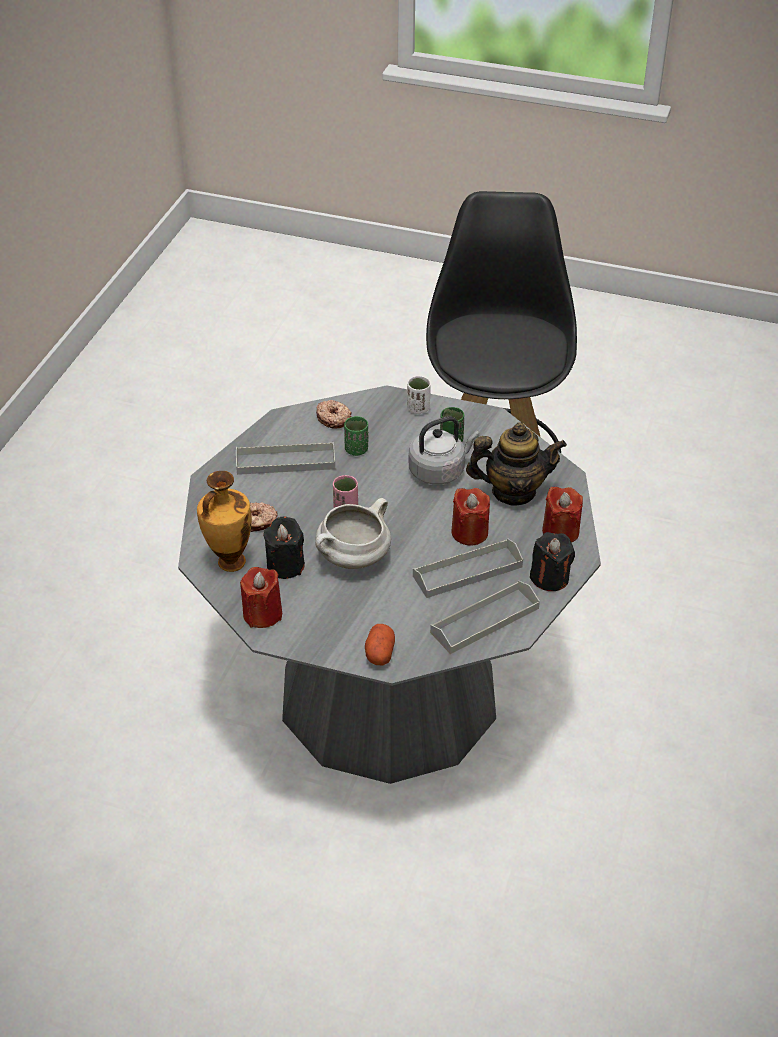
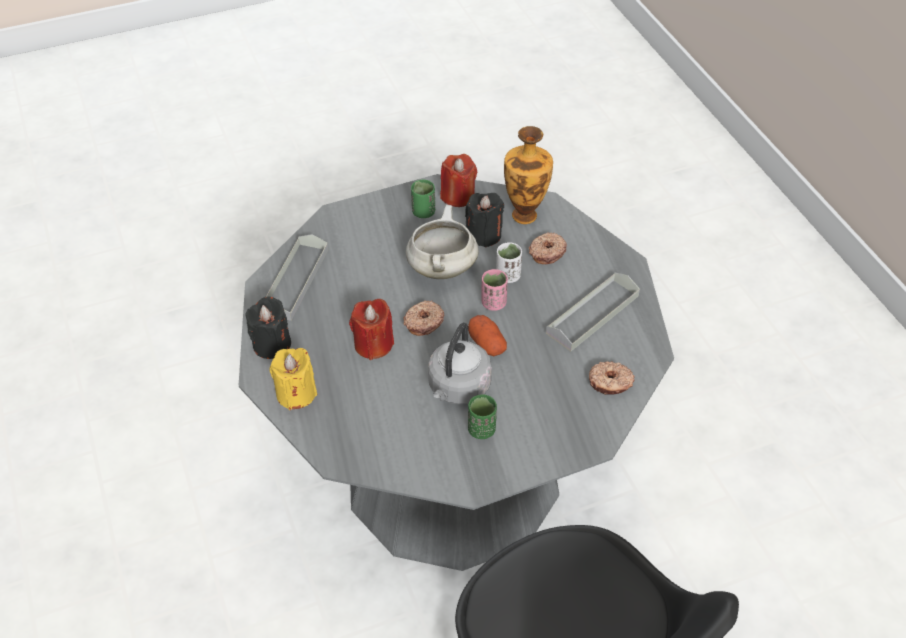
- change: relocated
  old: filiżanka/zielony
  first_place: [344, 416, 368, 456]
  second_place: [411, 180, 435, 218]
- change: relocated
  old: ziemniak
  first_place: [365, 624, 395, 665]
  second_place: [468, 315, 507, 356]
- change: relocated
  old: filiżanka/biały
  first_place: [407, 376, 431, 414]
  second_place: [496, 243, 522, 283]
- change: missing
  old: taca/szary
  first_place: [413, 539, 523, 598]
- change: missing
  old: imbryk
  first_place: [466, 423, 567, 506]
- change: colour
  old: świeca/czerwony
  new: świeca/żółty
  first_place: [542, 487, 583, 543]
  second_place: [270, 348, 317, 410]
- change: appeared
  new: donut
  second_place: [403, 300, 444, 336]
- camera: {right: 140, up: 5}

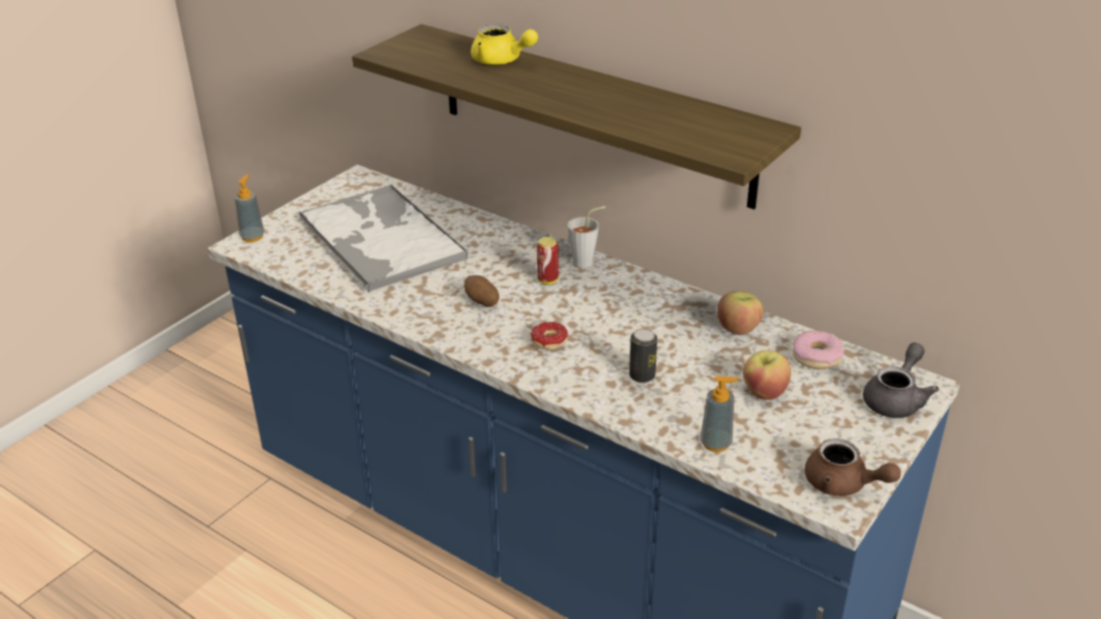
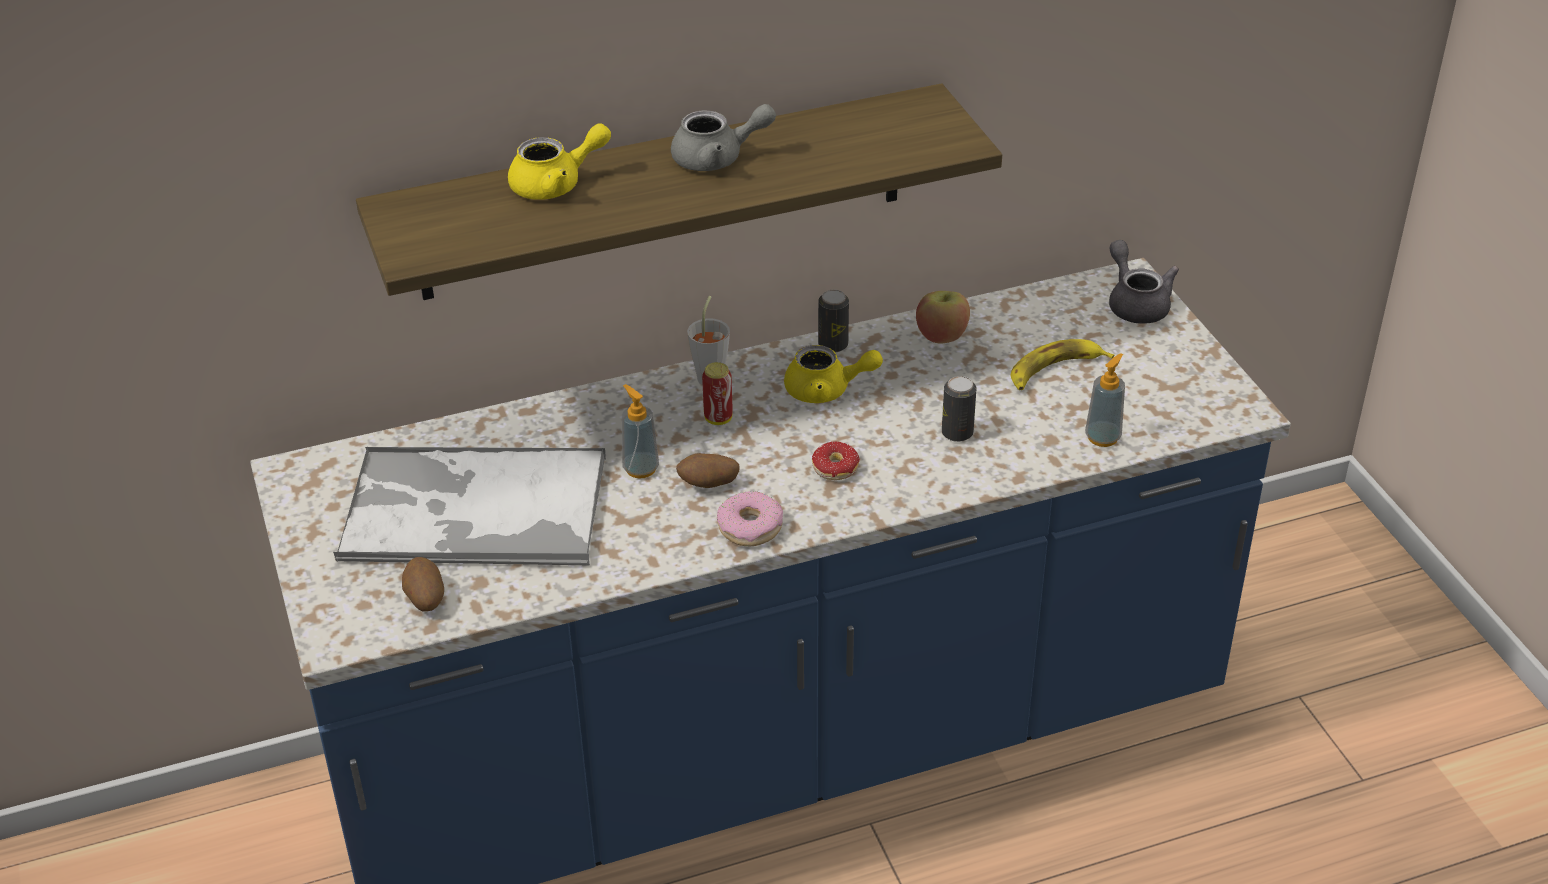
- change: relocated
  old: dozownik mydła
  first_place: [234, 174, 265, 242]
  second_place: [622, 384, 659, 478]
- change: exchanged
  old: jabłko
  new: banan
  first_place: [743, 350, 791, 400]
  second_place: [1011, 339, 1114, 390]
- change: relocated
  old: donut
  first_place: [792, 330, 844, 369]
  second_place: [717, 491, 783, 546]
- change: missing
  old: imbryk/brązowy
  first_place: [805, 438, 901, 496]
- change: appeared
  new: ziemniak
  second_place: [402, 557, 444, 612]
- change: appeared
  new: imbryk/szary
  second_place: [671, 104, 776, 171]
- change: appeared
  new: imbryk/żółty
  second_place: [784, 345, 883, 403]
- change: appeared
  new: puszka
  second_place: [818, 290, 849, 353]
- camera: {right: -55, up: 5}

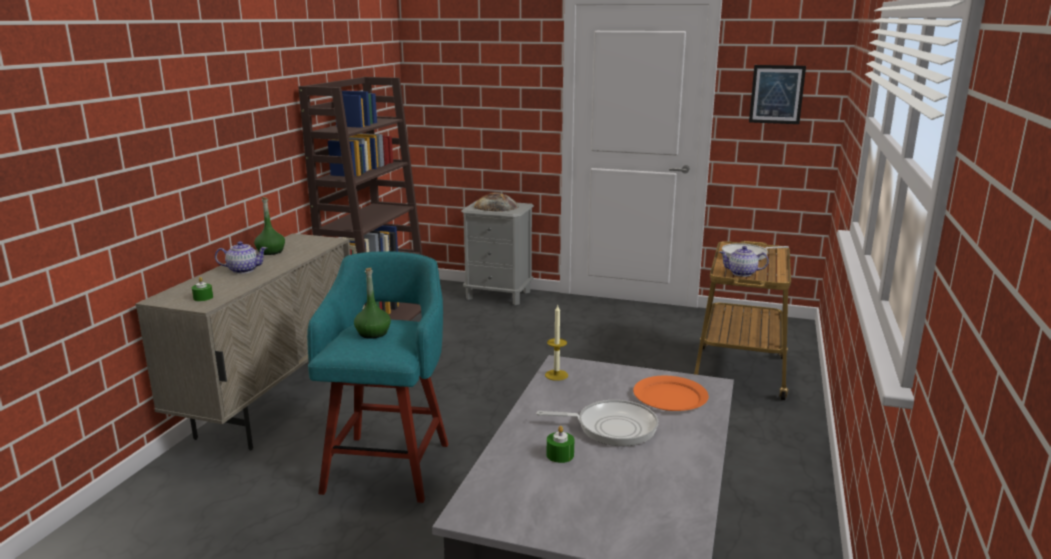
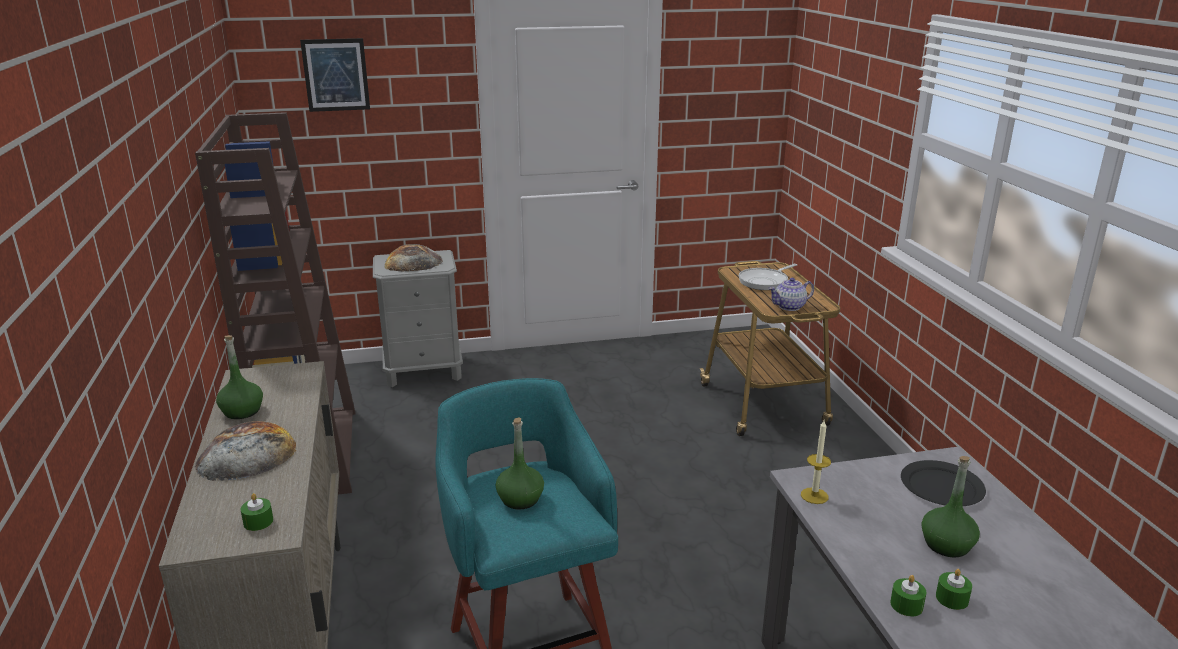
- change: exchanged
  old: imbryk
  new: chleb
  first_place: [215, 241, 267, 274]
  second_place: [195, 421, 296, 481]
- change: exchanged
  old: patelnia
  new: butelka/zielony
  first_place: [536, 400, 658, 446]
  second_place: [921, 456, 980, 557]
- change: colour
  old: talerz/pomarańczowy
  new: talerz/czarny
  first_place: [633, 376, 709, 411]
  second_place: [901, 460, 986, 506]
- change: relocated
  old: obraz
  first_place: [749, 65, 806, 124]
  second_place: [300, 38, 370, 112]
- change: appeared
  new: świeca/zielony
  second_place: [890, 575, 926, 616]
- camera: {right: -30, up: 5}

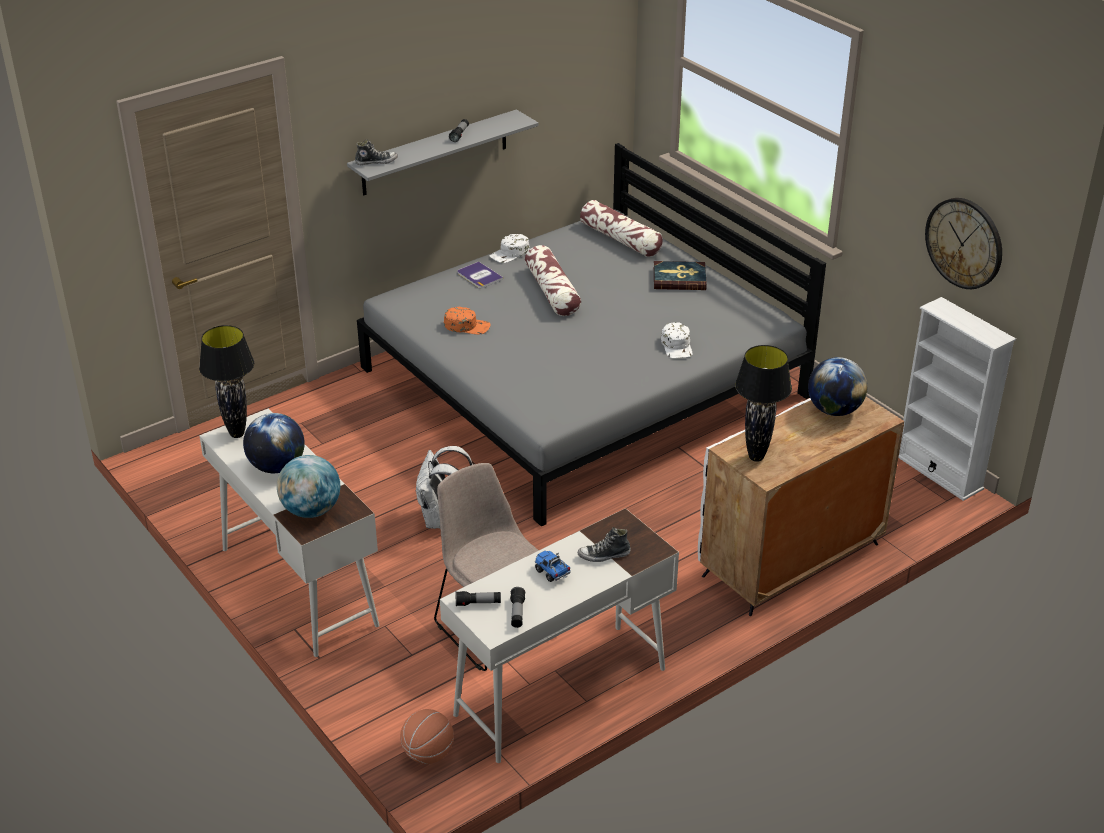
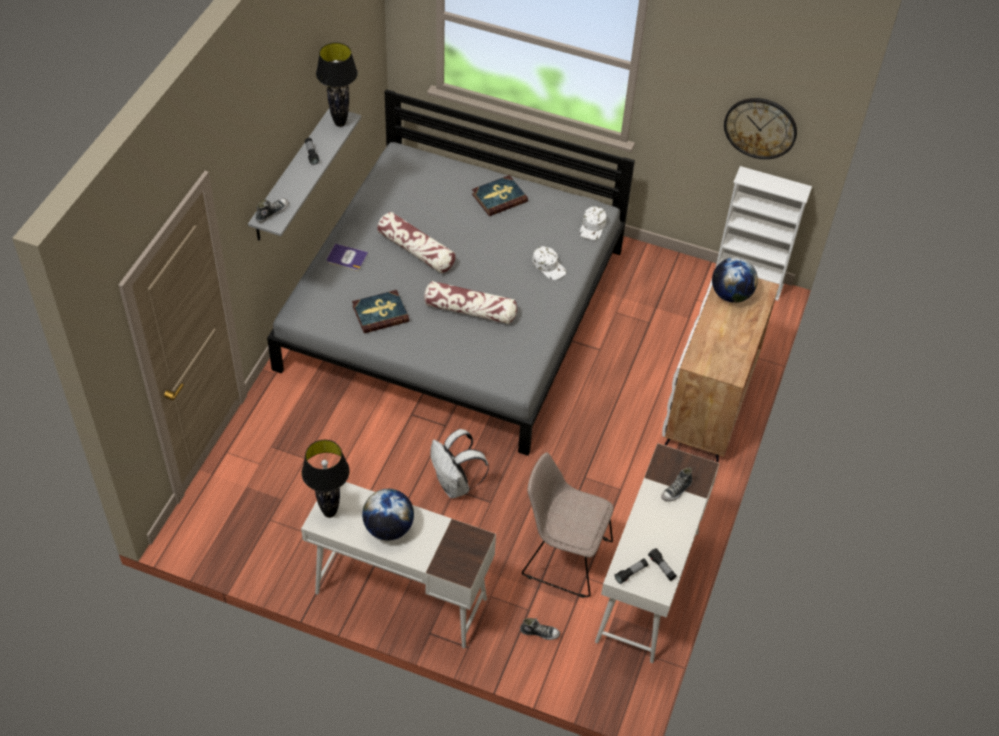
- change: missing
  old: globus
  first_place: [277, 455, 340, 518]
- change: missing
  old: piłka do koszykówki
  first_place: [400, 709, 454, 764]
- change: exchanged
  old: czapka z daszkiem/pomarańczowy
  new: książka
  first_place: [444, 307, 491, 335]
  second_place: [352, 290, 409, 333]
- change: relocated
  old: czapka z daszkiem/biały
  first_place: [490, 234, 529, 263]
  second_place: [580, 206, 606, 240]
- change: missing
  old: ciężarówka zabawkowa
  first_place: [535, 550, 571, 582]
- change: relocated
  old: poduszka
  first_place: [580, 200, 663, 257]
  second_place: [424, 281, 517, 324]
- change: relocated
  old: lampa stołowa/czarny
  first_place: [735, 345, 792, 462]
  second_place: [316, 42, 358, 127]
- change: appeared
  new: but
  second_place: [520, 618, 560, 640]
- camera: {right: -35, up: 15}

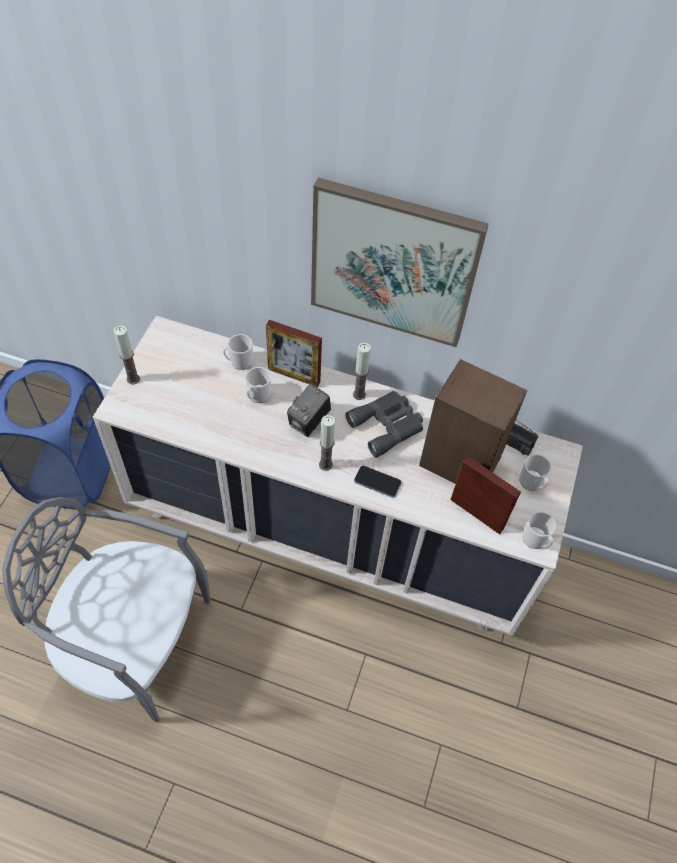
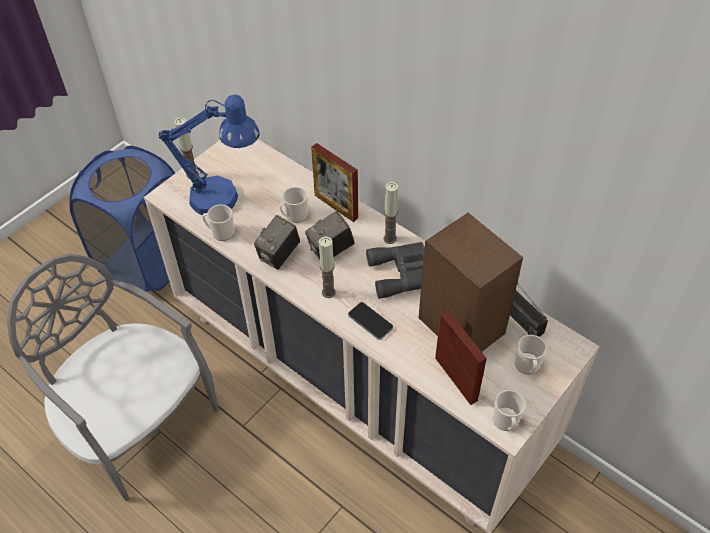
- change: relocated
  old: kubek
  first_place: [223, 334, 253, 370]
  second_place: [202, 204, 235, 241]
- change: missing
  old: obraz
  first_place: [311, 178, 489, 347]
- change: appeared
  new: lampa stołowa/niebieski
  second_place: [159, 95, 259, 215]
- change: appeared
  new: aparat fotograficzny
  second_place: [254, 215, 300, 269]
- camera: {right: 25, up: -5}

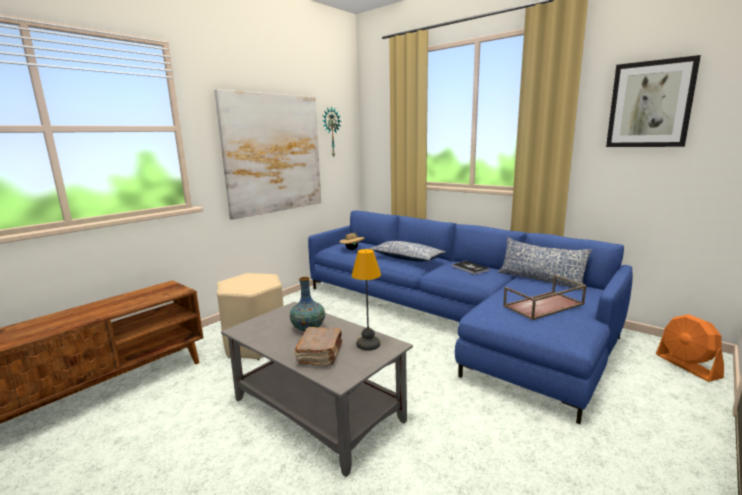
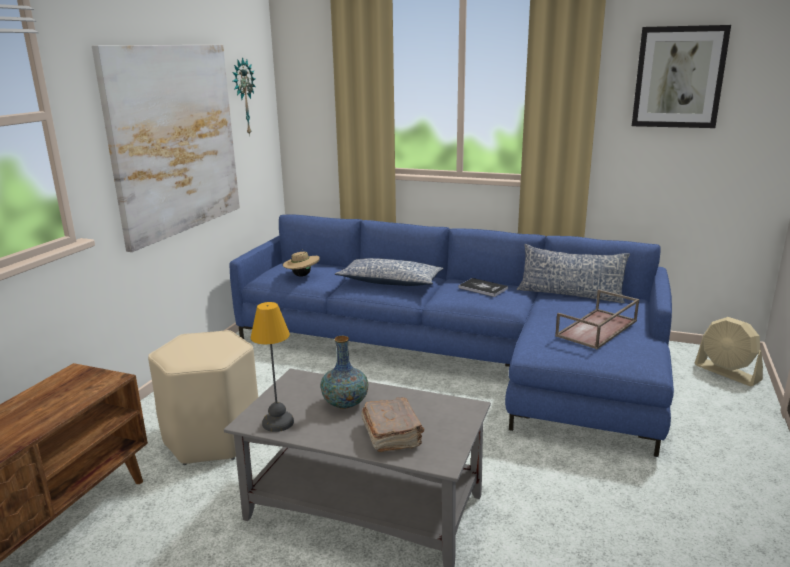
- change: relocated
  old: lampa stołowa
  first_place: [352, 249, 381, 350]
  second_place: [250, 302, 294, 432]
- change: colour
  old: wentylator/pomarańczowy
  new: wentylator/beżowy
  first_place: [656, 314, 724, 382]
  second_place: [694, 317, 763, 386]
- camera: {right: -20, up: 5}

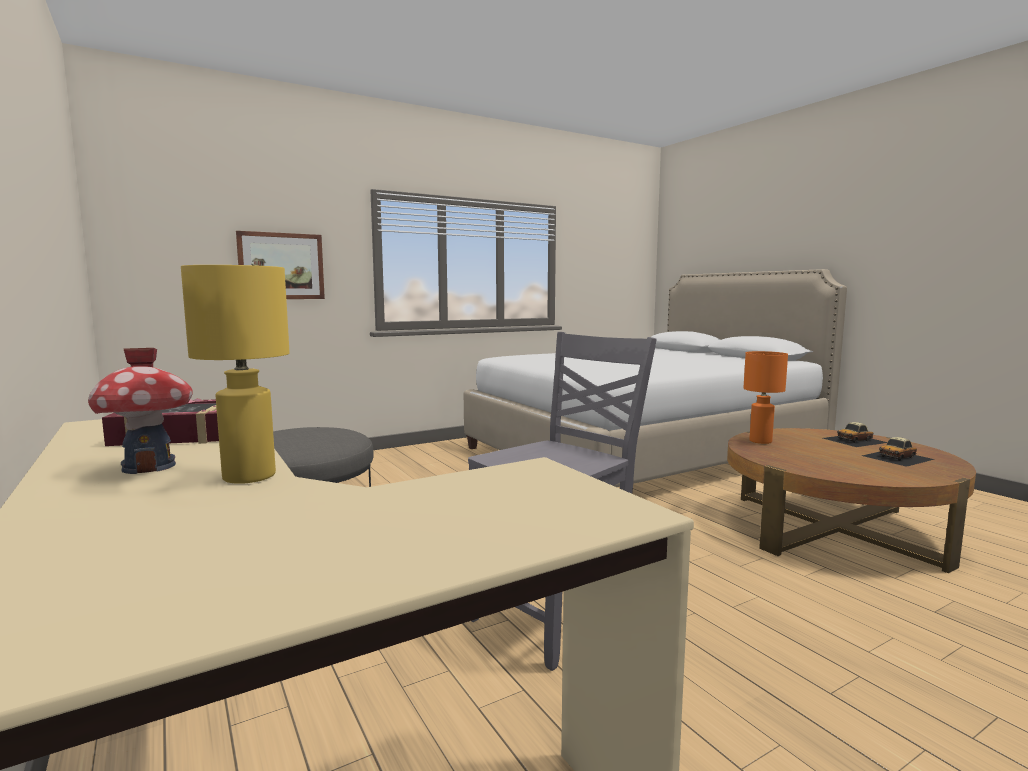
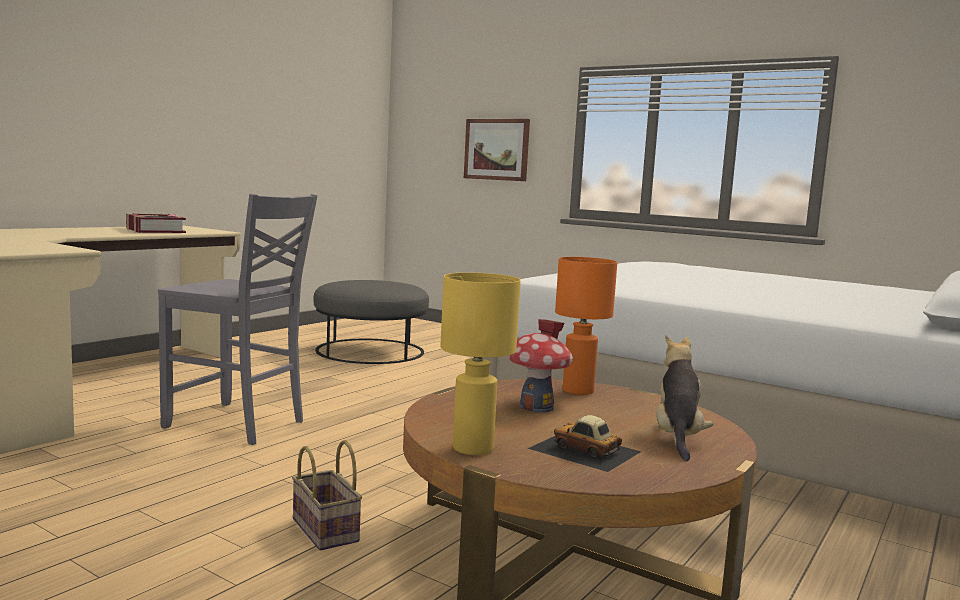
- change: relocated
  old: domek
  first_place: [88, 348, 193, 474]
  second_place: [508, 319, 573, 413]
- change: relocated
  old: lampa stołowa/żółty
  first_place: [181, 265, 290, 484]
  second_place: [440, 273, 521, 455]
- change: exchanged
  old: samochodzik
  new: pluszak
  first_place: [823, 422, 888, 447]
  second_place: [656, 336, 713, 461]
- change: appeared
  new: koszyk
  second_place: [292, 440, 362, 551]
- camera: {right: 65, up: 0}

